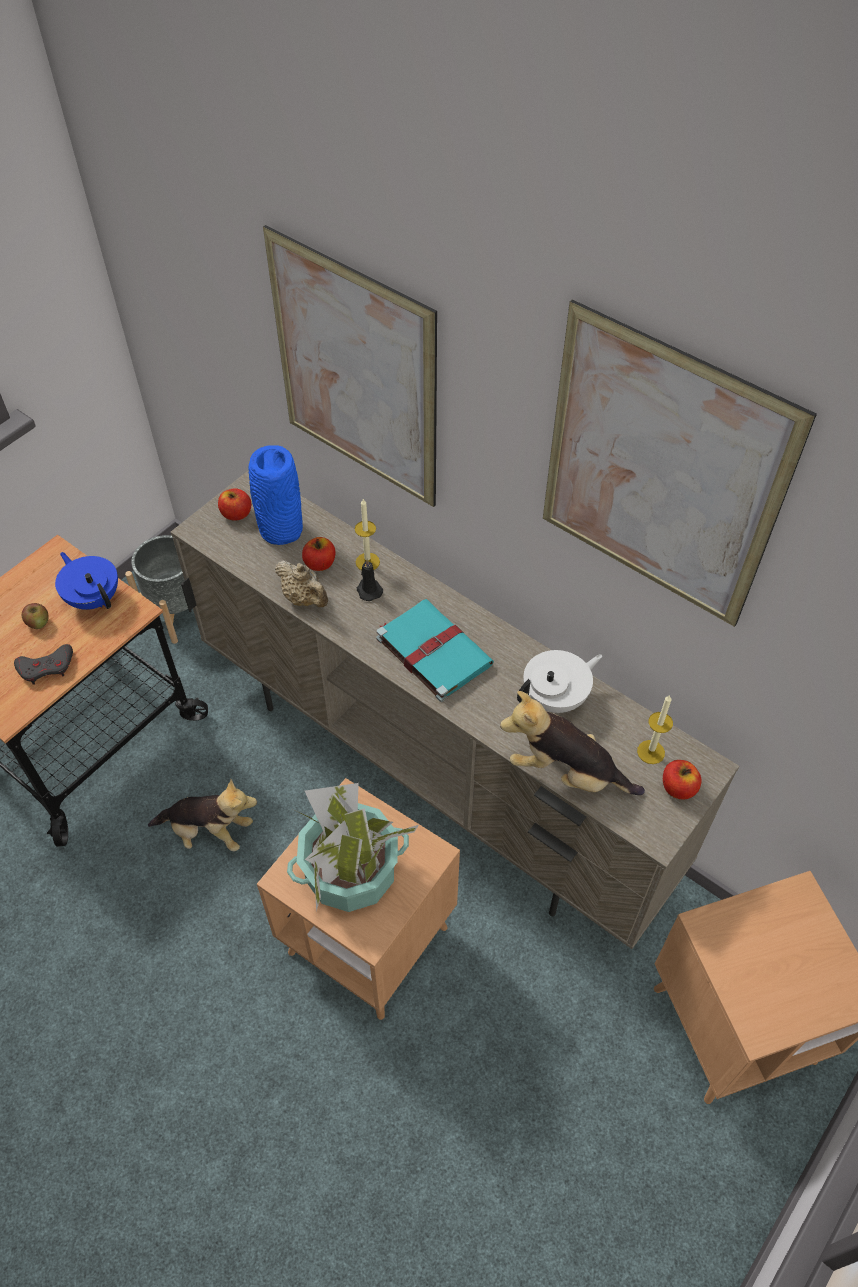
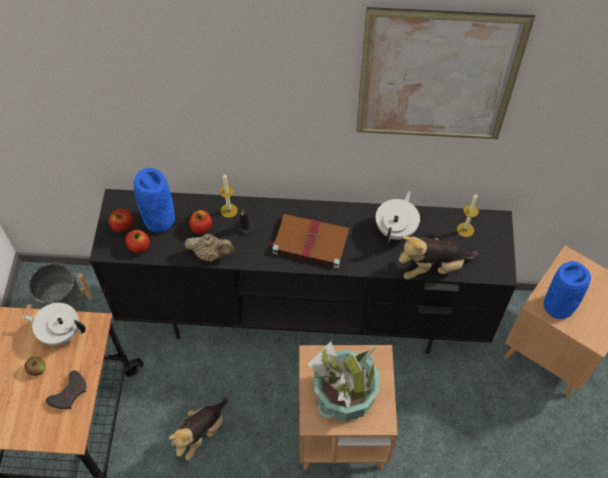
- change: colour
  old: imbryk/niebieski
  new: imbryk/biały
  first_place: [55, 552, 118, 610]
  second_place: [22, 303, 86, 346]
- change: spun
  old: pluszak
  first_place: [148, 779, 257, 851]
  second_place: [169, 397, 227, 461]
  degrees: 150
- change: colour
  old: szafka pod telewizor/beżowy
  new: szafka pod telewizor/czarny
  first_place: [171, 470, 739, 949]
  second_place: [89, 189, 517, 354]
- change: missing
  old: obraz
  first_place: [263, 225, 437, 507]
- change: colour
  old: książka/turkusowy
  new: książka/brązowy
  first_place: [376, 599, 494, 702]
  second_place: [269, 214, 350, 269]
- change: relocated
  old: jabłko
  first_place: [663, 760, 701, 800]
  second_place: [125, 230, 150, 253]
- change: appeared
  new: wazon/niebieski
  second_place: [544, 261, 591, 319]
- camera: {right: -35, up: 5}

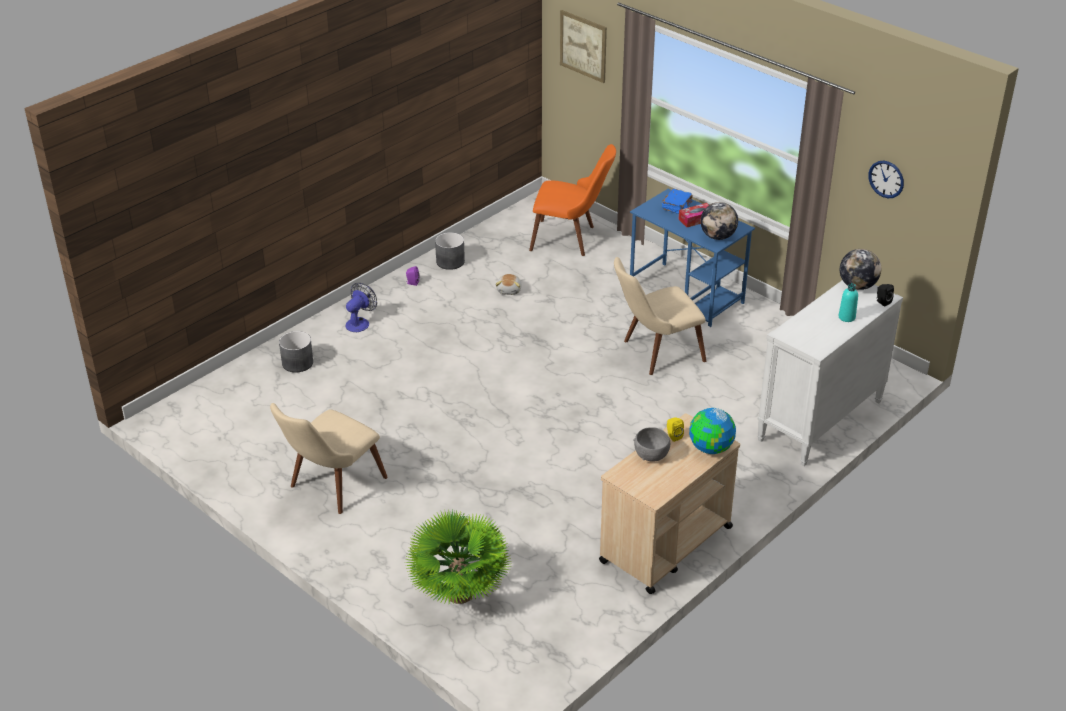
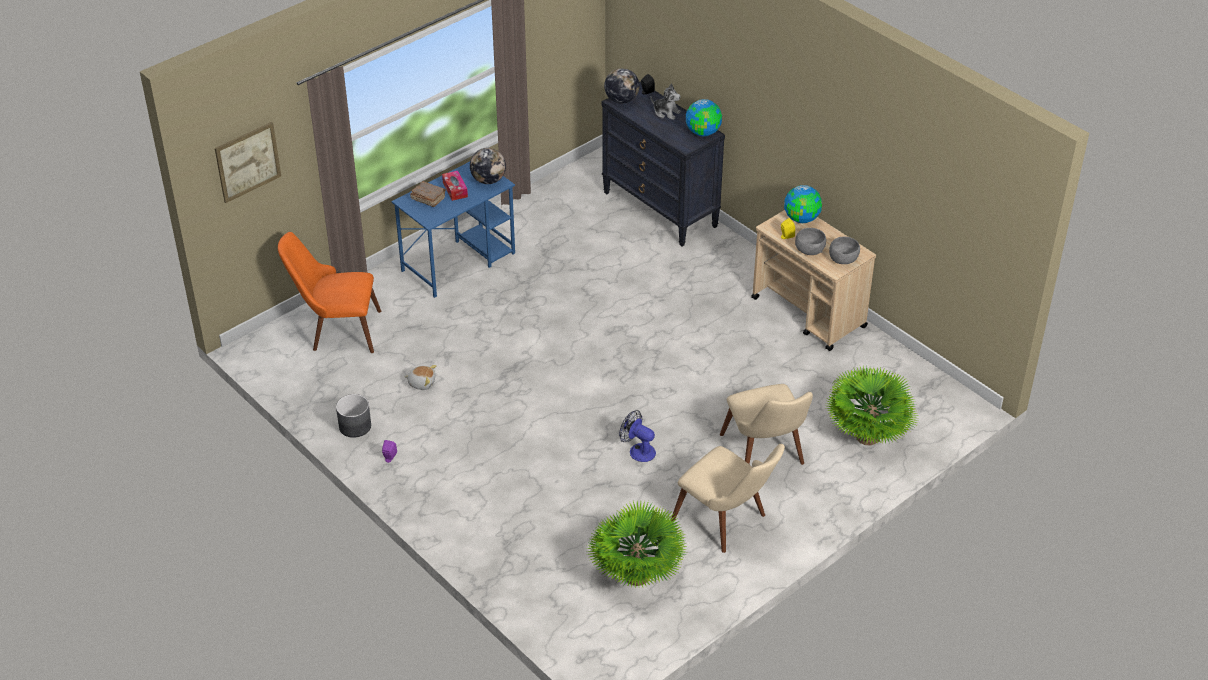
- change: missing
  old: donica/szary
  first_place: [279, 331, 313, 373]
- change: relocated
  old: wentylator
  first_place: [345, 283, 377, 332]
  second_place: [619, 410, 656, 462]
- change: spun
  old: krzesło/pomarańczowy
  first_place: [529, 144, 616, 256]
  second_place: [278, 232, 381, 353]
  degrees: -105
- change: relocated
  old: krzesło/beżowy
  first_place: [614, 257, 706, 375]
  second_place: [720, 384, 813, 465]
- change: colour
  old: książka/niebieski
  new: książka/brązowy
  first_place: [662, 189, 692, 214]
  second_place: [410, 181, 446, 207]
- change: colour
  old: komoda/biały
  new: komoda/czarny
  first_place: [757, 280, 903, 466]
  second_place: [601, 81, 725, 246]
- change: exchanged
  old: butelka/turkusowy
  new: pluszak
  first_place: [838, 283, 858, 322]
  second_place: [650, 83, 681, 120]
- change: missing
  old: zegar ścienny
  first_place: [868, 160, 904, 198]
- change: appeared
  new: roślina doniczkowa
  second_place: [587, 501, 687, 587]
- change: appeared
  new: globus
  second_place: [686, 99, 722, 136]
- change: appeared
  new: miska/szary
  second_place: [829, 237, 860, 264]
- camera: {right: -85, up: 5}

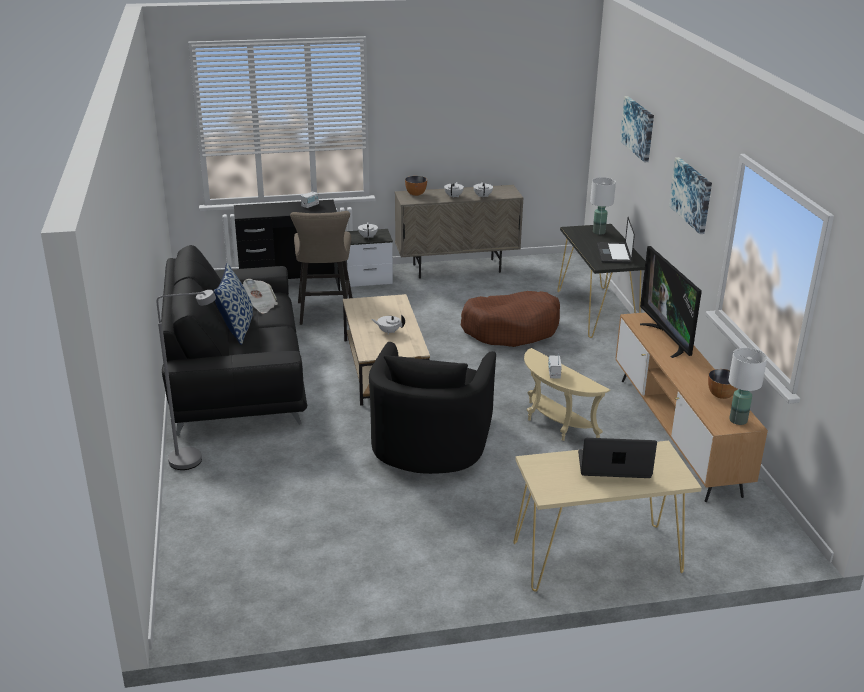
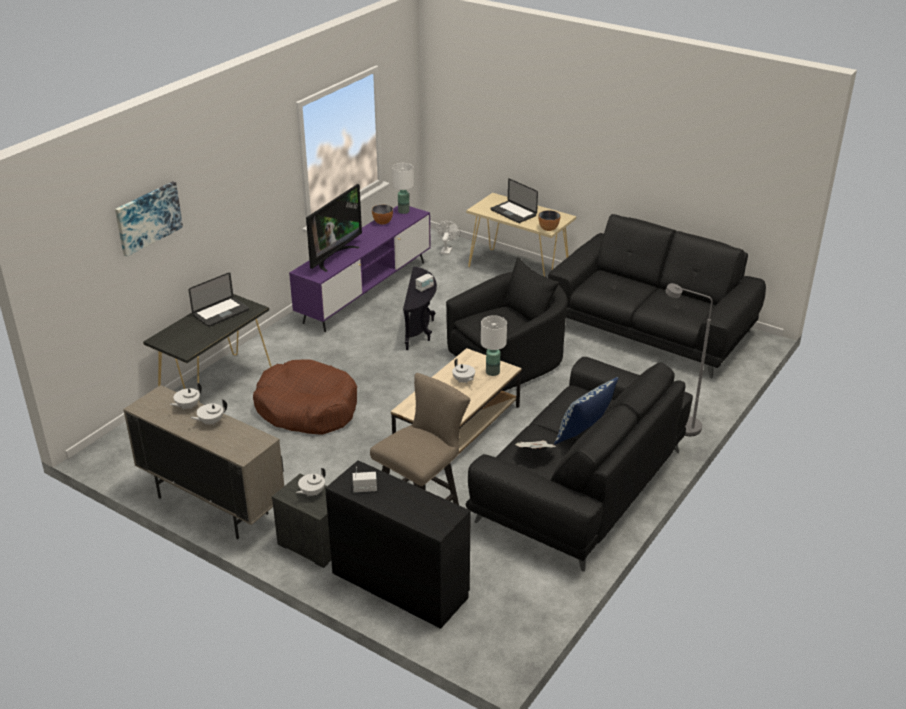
- change: relocated
  old: miska
  first_place: [405, 176, 427, 196]
  second_place: [538, 210, 560, 231]
- change: colour
  old: stolik/beżowy
  new: stolik/czarny
  first_place: [524, 348, 610, 441]
  second_place: [403, 267, 437, 350]
- change: relocated
  old: lampa stołowa/biały
  first_place: [590, 177, 616, 235]
  second_place: [481, 315, 507, 376]
- change: colour
  old: szafka pod telewizor/brązowy
  new: szafka pod telewizor/fioletowy
  first_place: [615, 312, 768, 502]
  second_place: [289, 206, 431, 332]
- change: missing
  old: obraz
  first_place: [669, 157, 712, 234]
- change: appeared
  new: wentylator/biały
  second_place: [435, 220, 460, 255]
- change: appeared
  new: kanapa/czarny
  second_place: [548, 214, 766, 378]
- camera: {right: -135, up: 5}

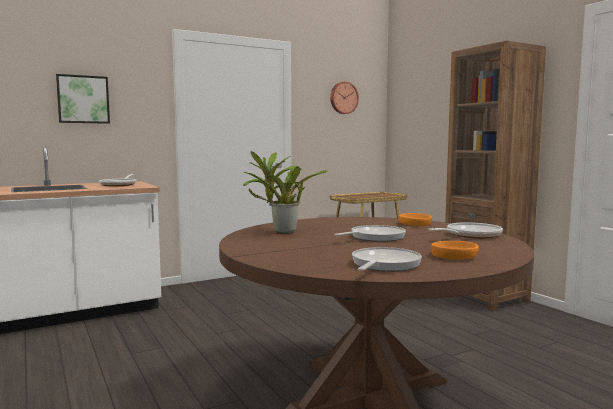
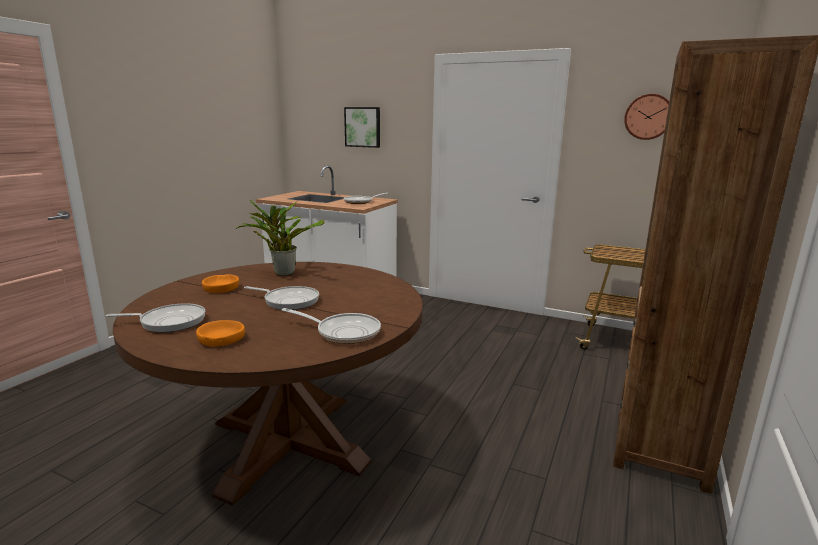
- change: relocated
  old: miska/pomarańczowy
  first_place: [399, 213, 432, 226]
  second_place: [202, 274, 239, 293]
- camera: {right: 55, up: 10}

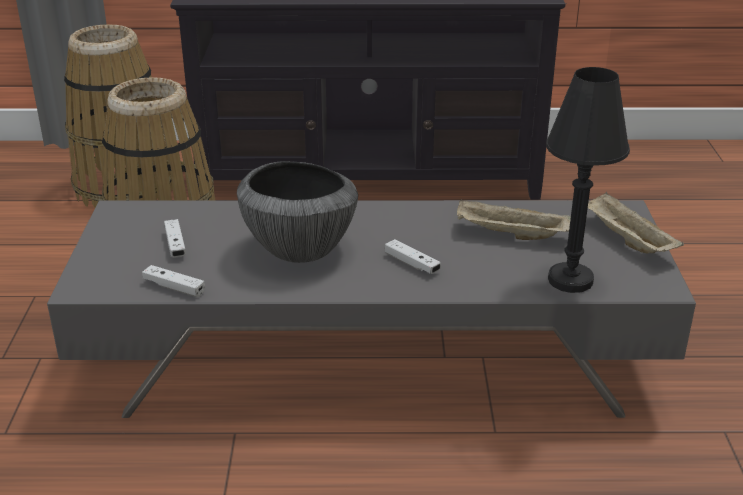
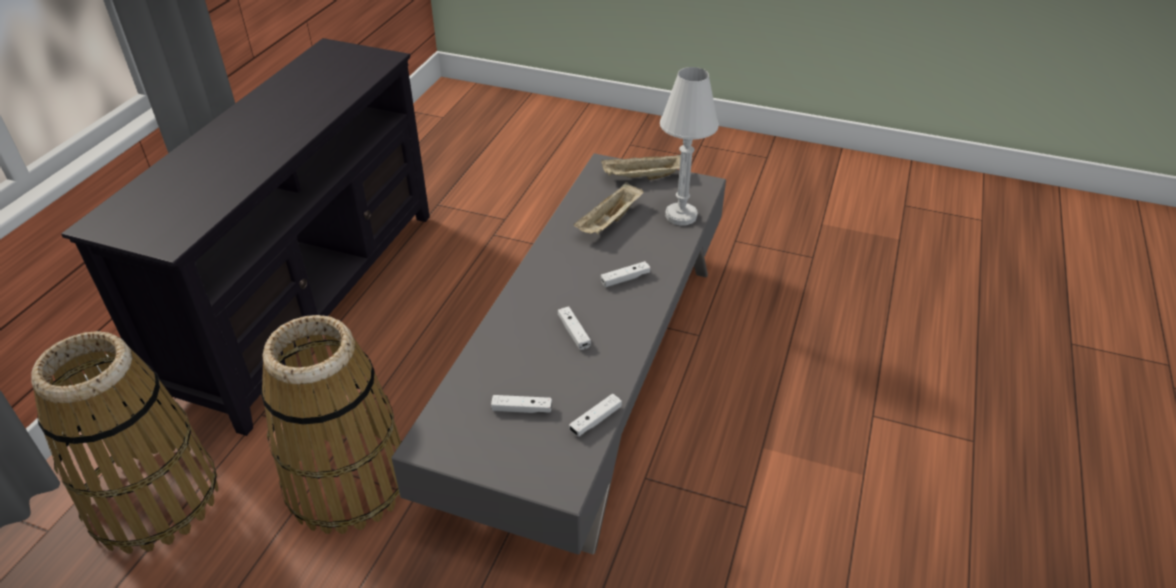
- change: exchanged
  old: miska
  new: pad do gier/biały
  first_place: [237, 161, 358, 263]
  second_place: [558, 306, 591, 350]
- change: colour
  old: lampa stołowa/czarny
  new: lampa stołowa/biały
  first_place: [546, 67, 630, 293]
  second_place: [660, 67, 719, 226]
- camera: {right: -70, up: 10}

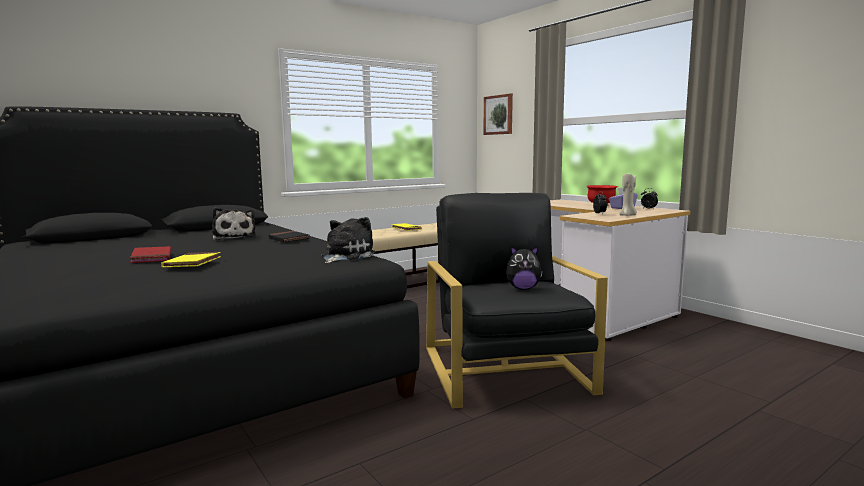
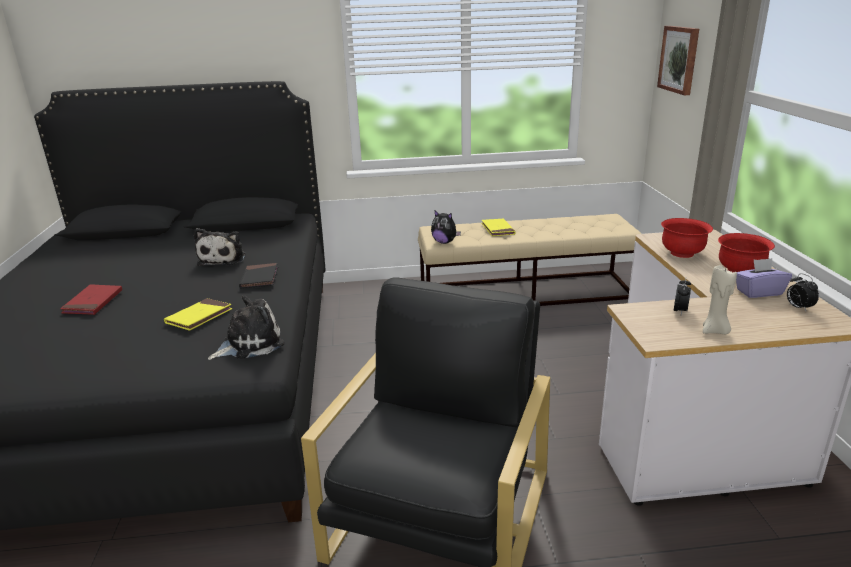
- change: relocated
  old: książka/żółty
  first_place: [161, 252, 221, 268]
  second_place: [164, 298, 232, 331]
- change: relocated
  old: pluszak
  first_place: [506, 246, 543, 290]
  second_place: [431, 210, 461, 244]
- change: appeared
  new: miska/czerwony
  second_place: [661, 218, 713, 258]
- camera: {right: 30, up: 15}

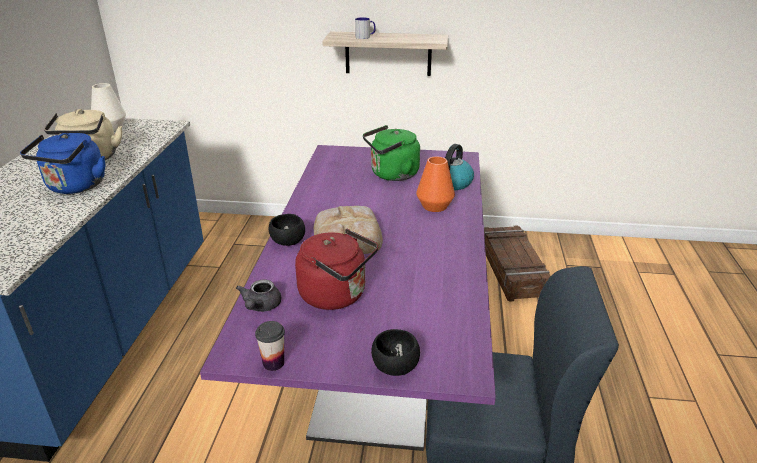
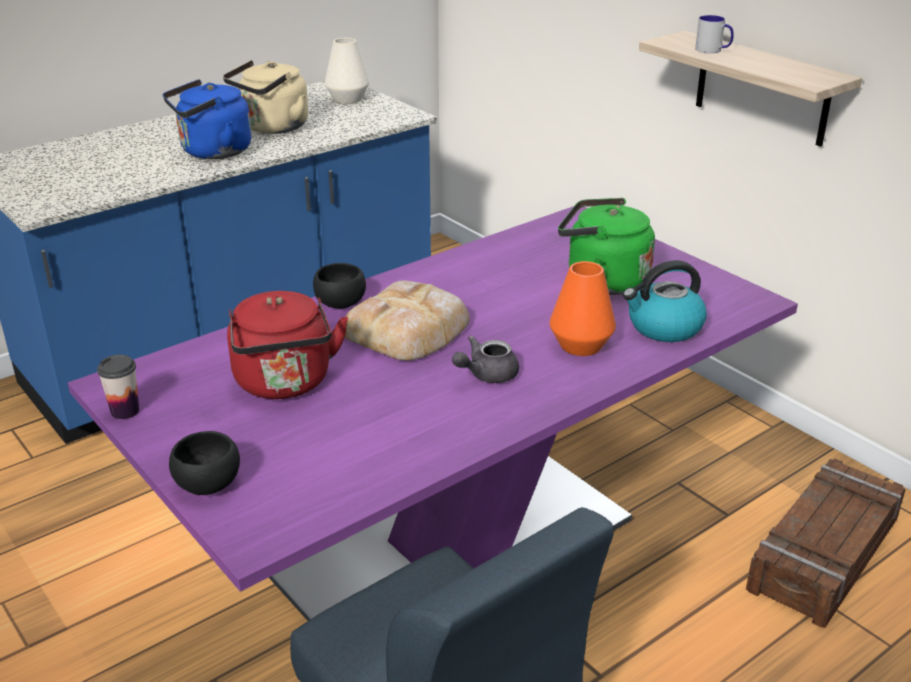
- change: relocated
  old: imbryk/szary
  first_place: [236, 279, 281, 312]
  second_place: [452, 335, 519, 383]
- camera: {right: 45, up: 0}

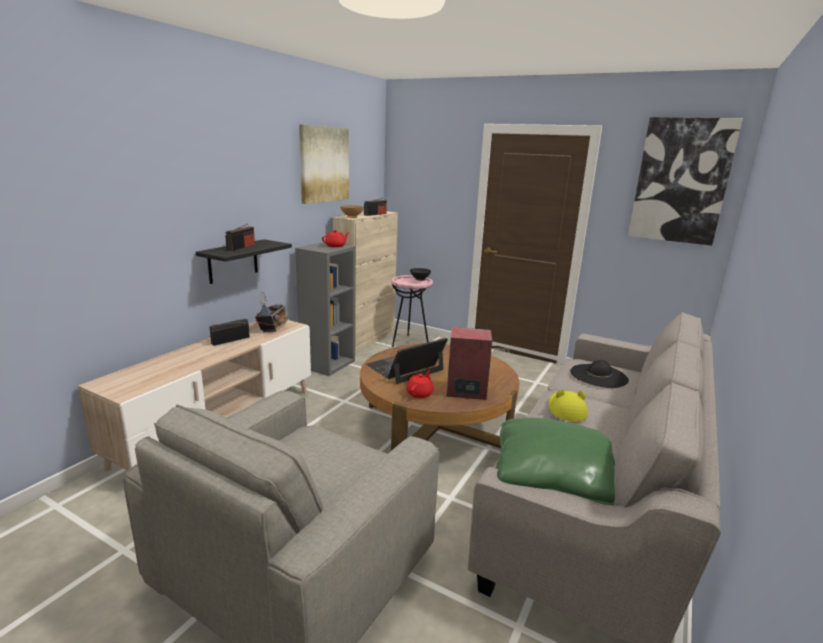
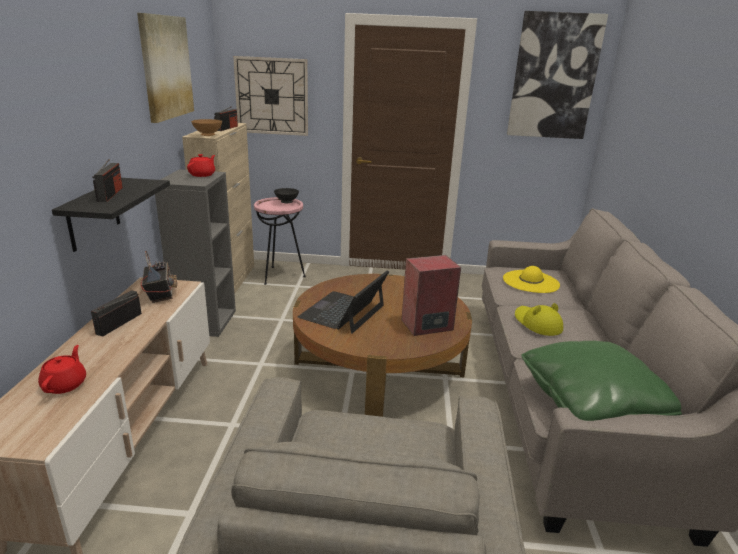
- change: relocated
  old: imbryk/czerwony
  first_place: [406, 370, 434, 398]
  second_place: [38, 345, 86, 394]
- change: colour
  old: kapelusz/czarny
  new: kapelusz/żółty
  first_place: [570, 360, 629, 388]
  second_place: [503, 266, 560, 293]
- change: appeared
  new: zegar ścienny
  second_place: [233, 56, 308, 136]
- camera: {right: -25, up: 5}

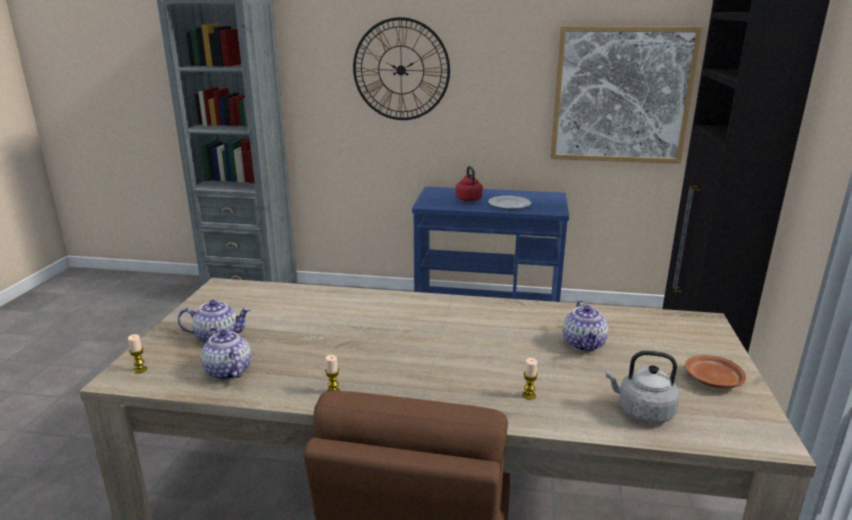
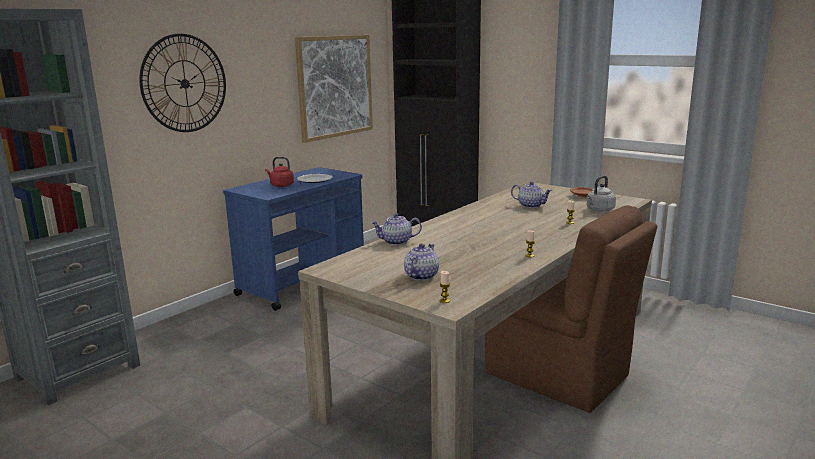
- change: relocated
  old: imbryk
  first_place: [201, 326, 251, 380]
  second_place: [371, 213, 422, 245]
- camera: {right: -60, up: -5}

